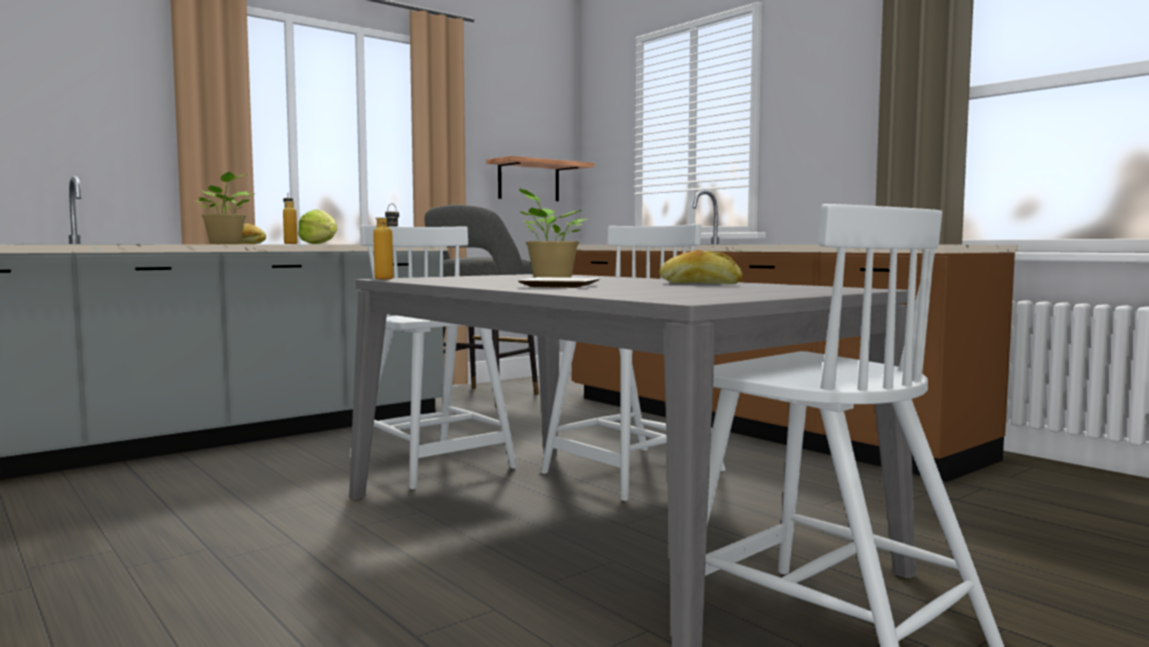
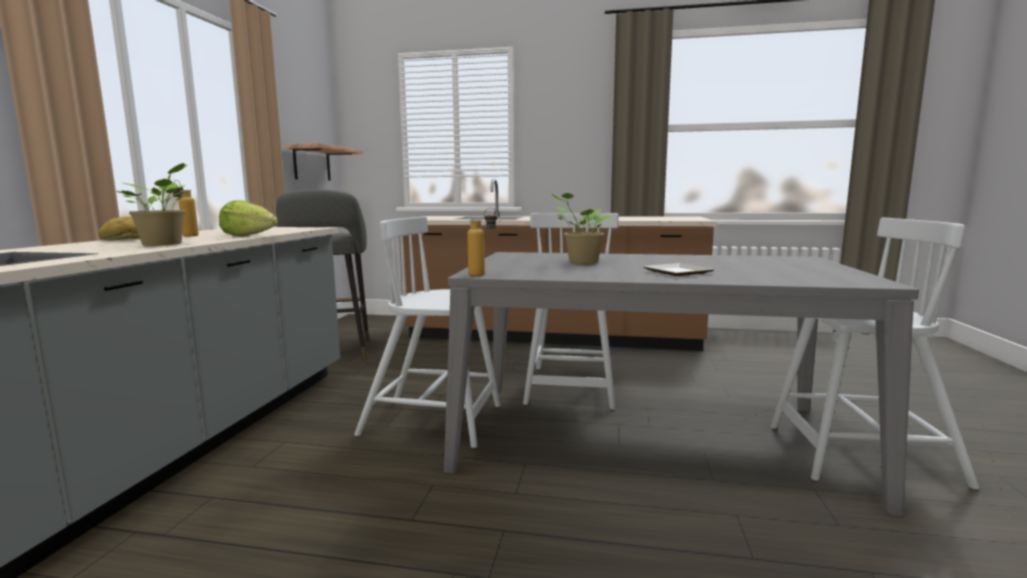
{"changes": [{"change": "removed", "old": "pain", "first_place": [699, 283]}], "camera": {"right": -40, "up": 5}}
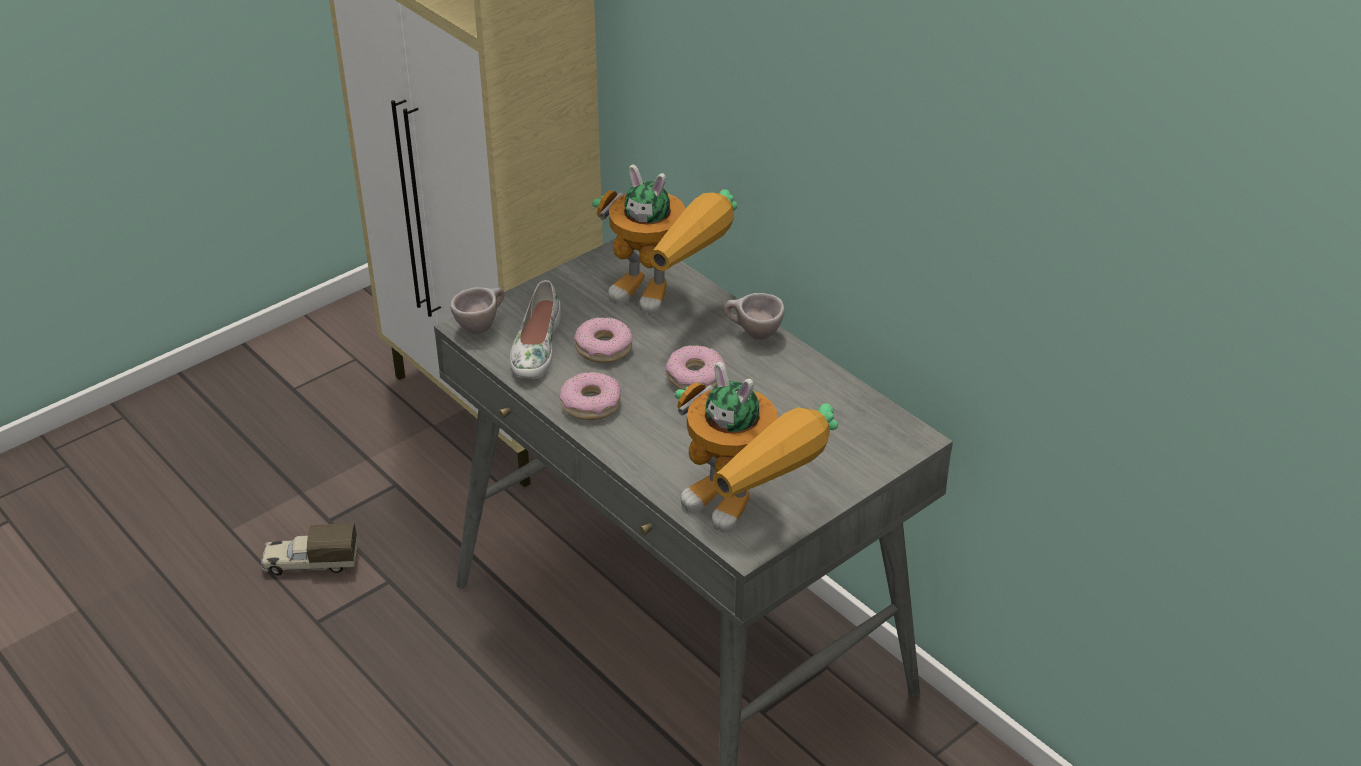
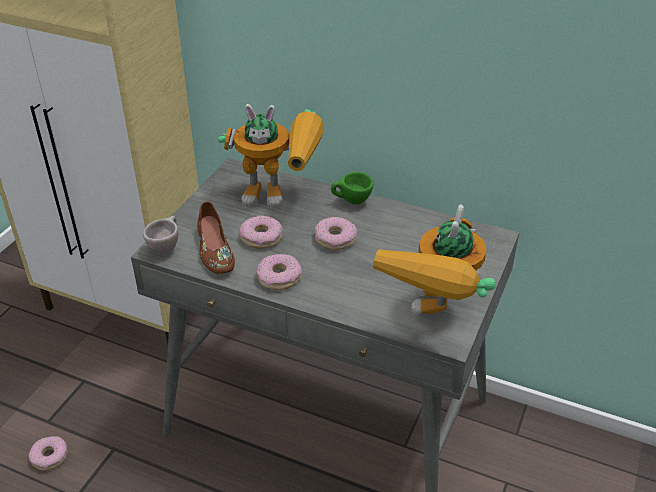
{"changes": [{"change": "recoloured", "old": "chaussure (blanc)", "new": "chaussure (marron)", "first_place": [535, 347], "second_place": [214, 250]}, {"change": "recoloured", "old": "tasse (beige)", "new": "tasse (vert)", "first_place": [752, 334], "second_place": [351, 202]}, {"change": "turned", "old": "robot jouet", "first_place": [747, 515], "second_place": [436, 319], "degrees": 90}, {"change": "replaced", "old": "camion jouet", "new": "beignet", "first_place": [310, 563], "second_place": [49, 456]}], "camera": {"right": -25, "up": 0}}
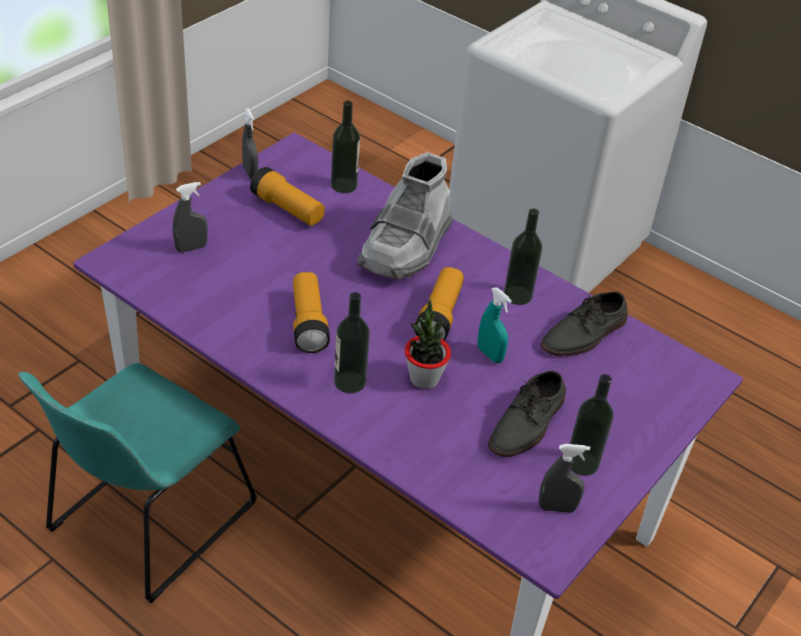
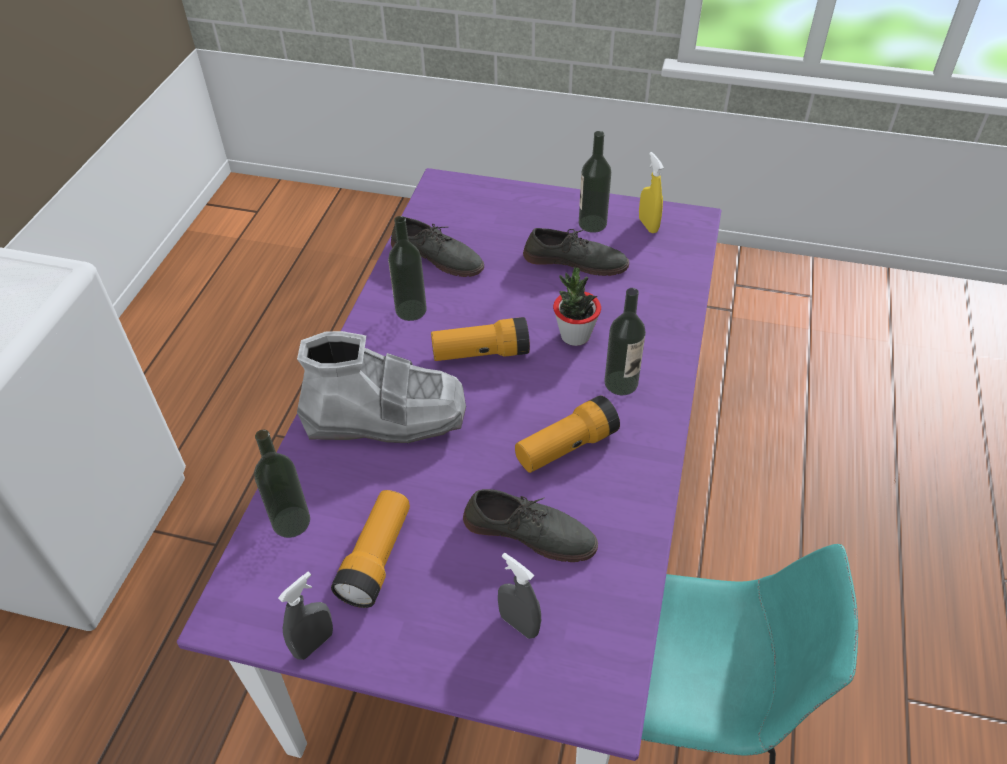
{"changes": [{"change": "removed", "old": "vaporisateur (turquoise)", "first_place": [490, 354]}, {"change": "recoloured", "old": "vaporisateur (gris)", "new": "vaporisateur (jaune)", "first_place": [557, 508], "second_place": [648, 225]}, {"change": "added", "new": "chaussure (gris)", "second_place": [530, 531]}], "camera": {"right": -110, "up": 5}}
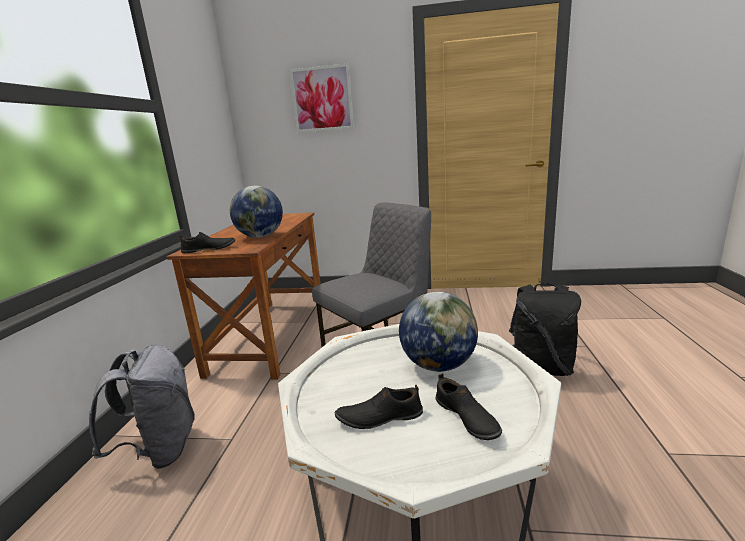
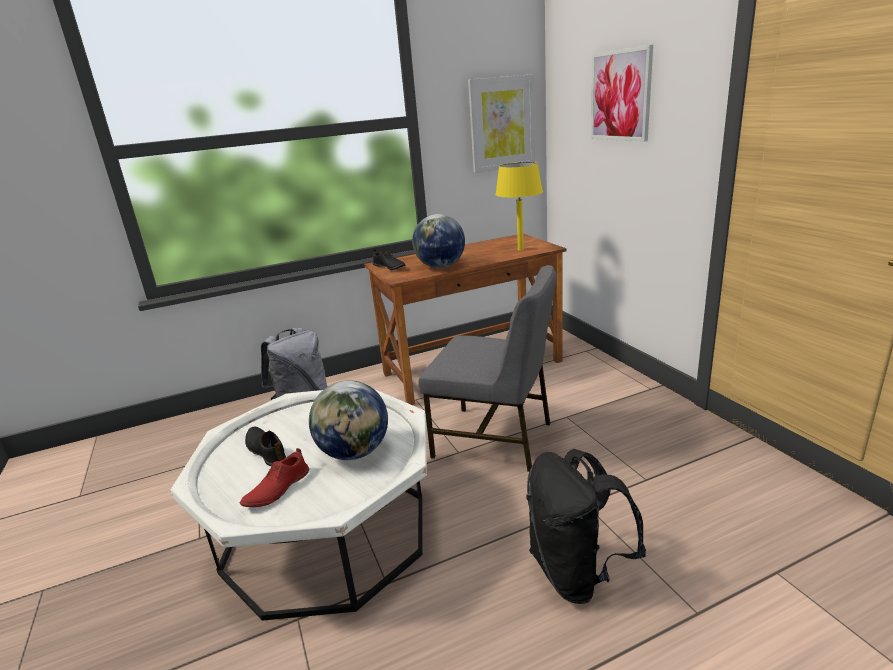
{"changes": [{"change": "recoloured", "old": "chaussure (noir)", "new": "chaussure (rouge)", "first_place": [466, 418], "second_place": [277, 489]}, {"change": "added", "new": "tableau", "second_place": [502, 124]}, {"change": "added", "new": "lampe de table (jaune)", "second_place": [520, 249]}], "camera": {"right": 60, "up": 5}}
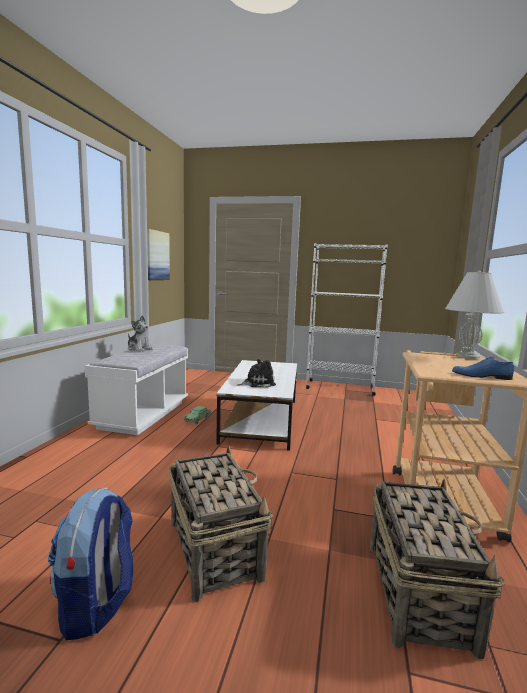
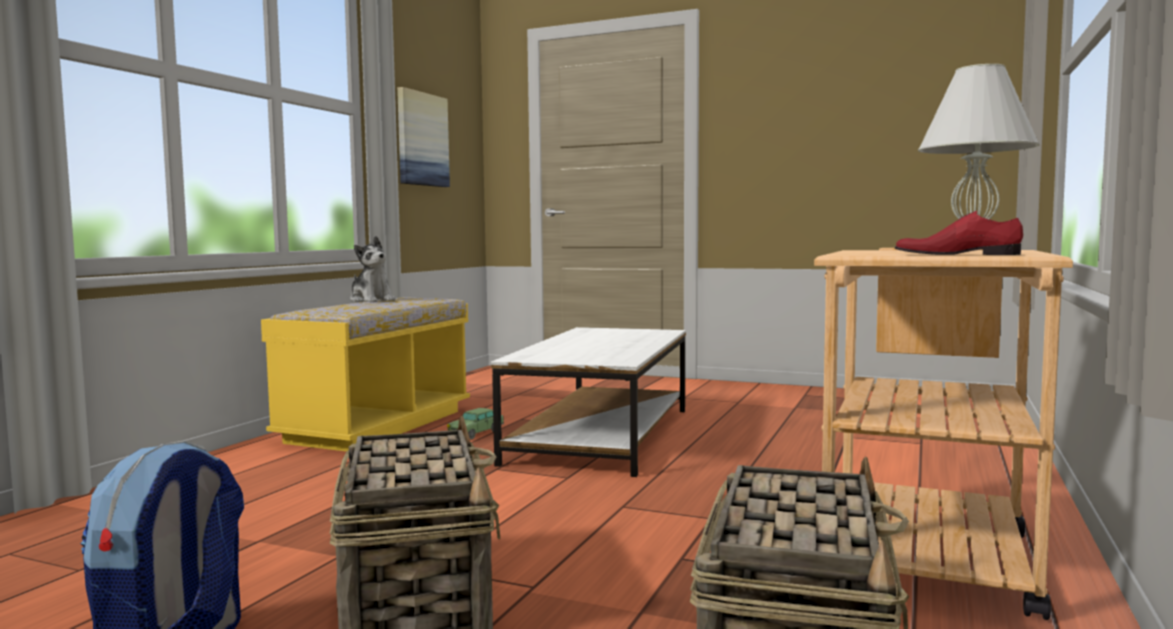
{"changes": [{"change": "removed", "old": "bibliothèque (blanc)", "first_place": [340, 387]}, {"change": "recoloured", "old": "banc (blanc)", "new": "banc (jaune)", "first_place": [143, 415], "second_place": [377, 426]}, {"change": "recoloured", "old": "chaussure (bleu)", "new": "chaussure (rouge)", "first_place": [481, 376], "second_place": [956, 254]}, {"change": "removed", "old": "peluche", "first_place": [257, 383]}], "camera": {"right": 10, "up": -5}}
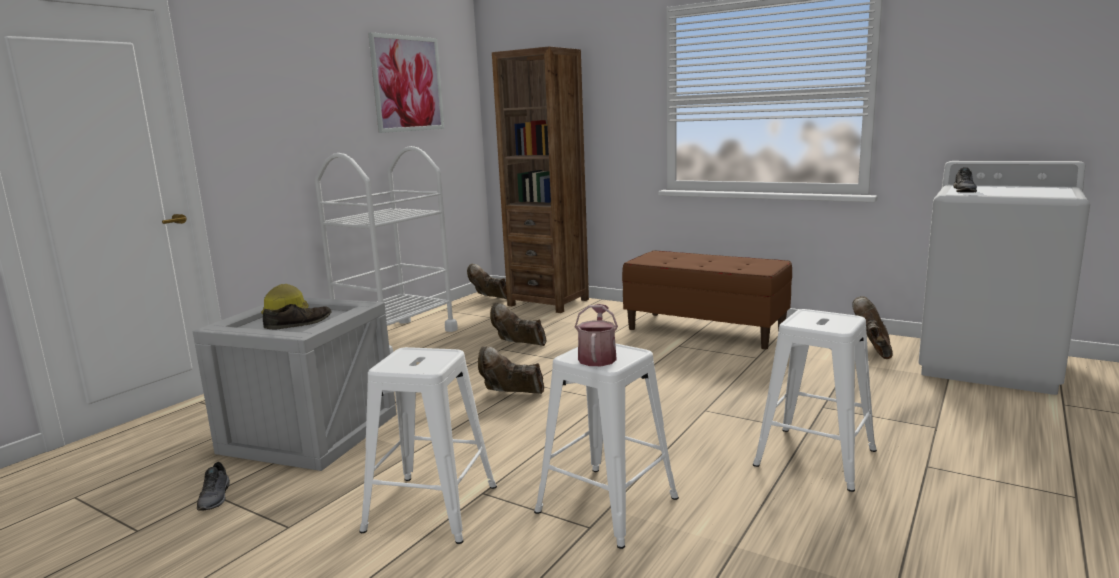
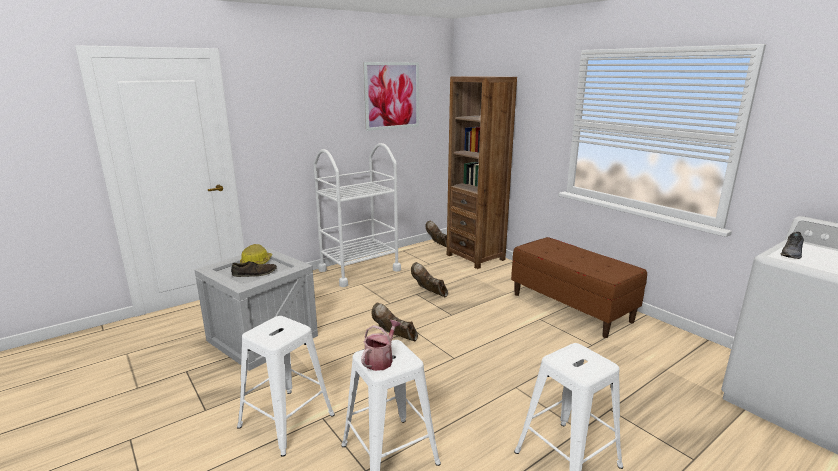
{"changes": [{"change": "removed", "old": "botte (marron)", "first_place": [873, 349]}, {"change": "removed", "old": "chaussure (gris)", "first_place": [215, 497]}], "camera": {"right": 20, "up": 5}}
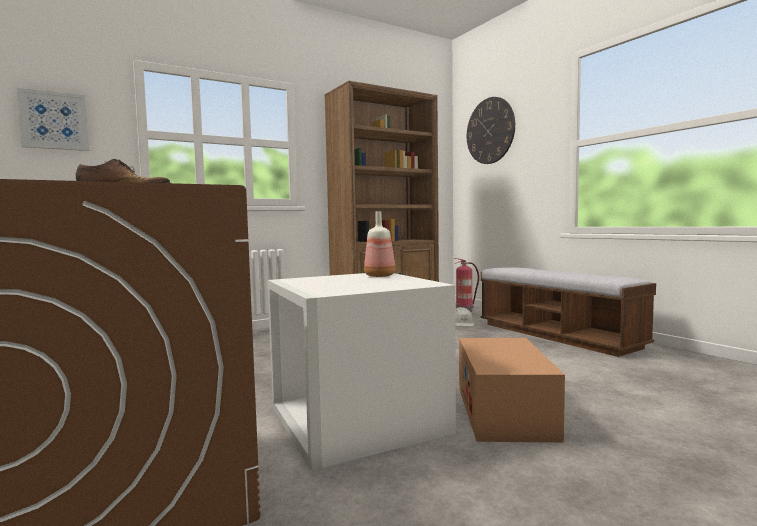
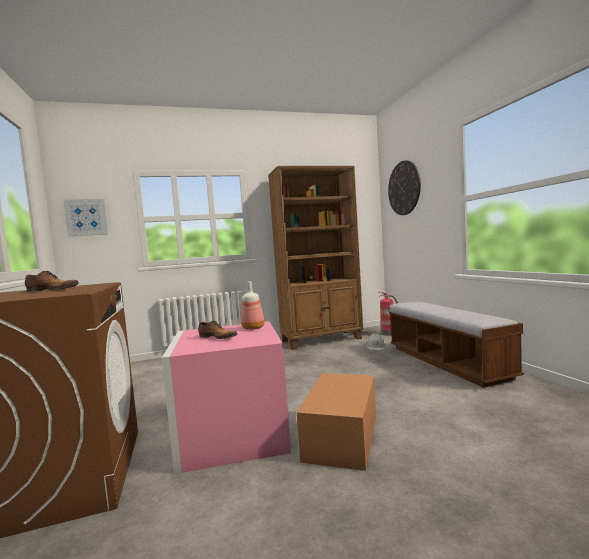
{"changes": [{"change": "recoloured", "old": "boîte de rangement (blanc)", "new": "boîte de rangement (rose)", "first_place": [354, 419], "second_place": [231, 433]}, {"change": "added", "new": "chaussure", "second_place": [217, 337]}], "camera": {"right": 15, "up": 0}}
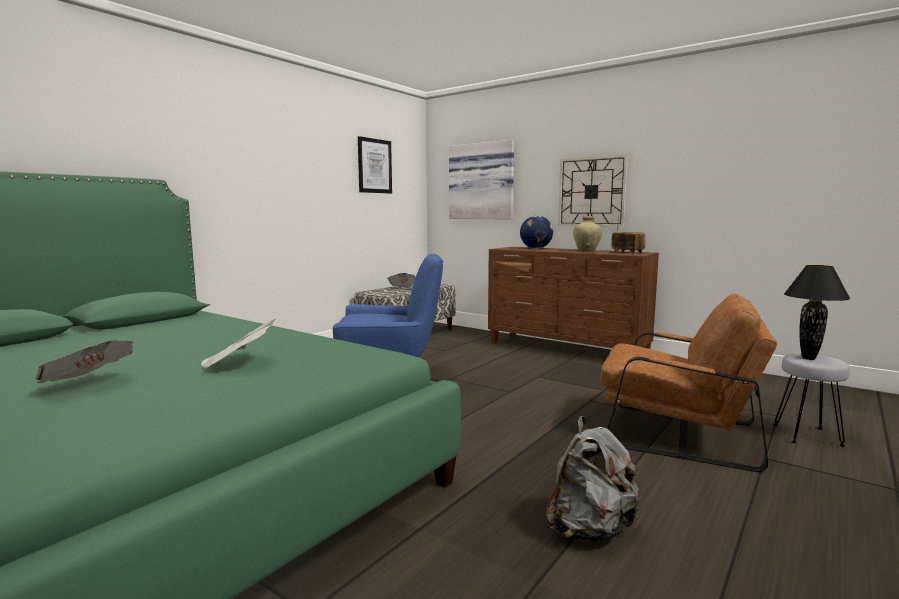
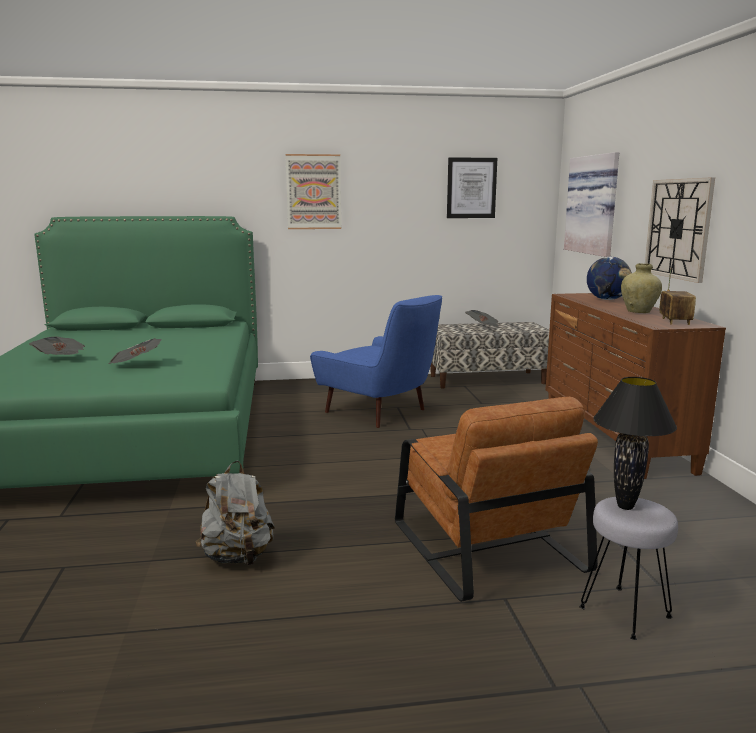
{"changes": [{"change": "added", "new": "tableau", "second_place": [313, 192]}], "camera": {"right": 45, "up": 5}}
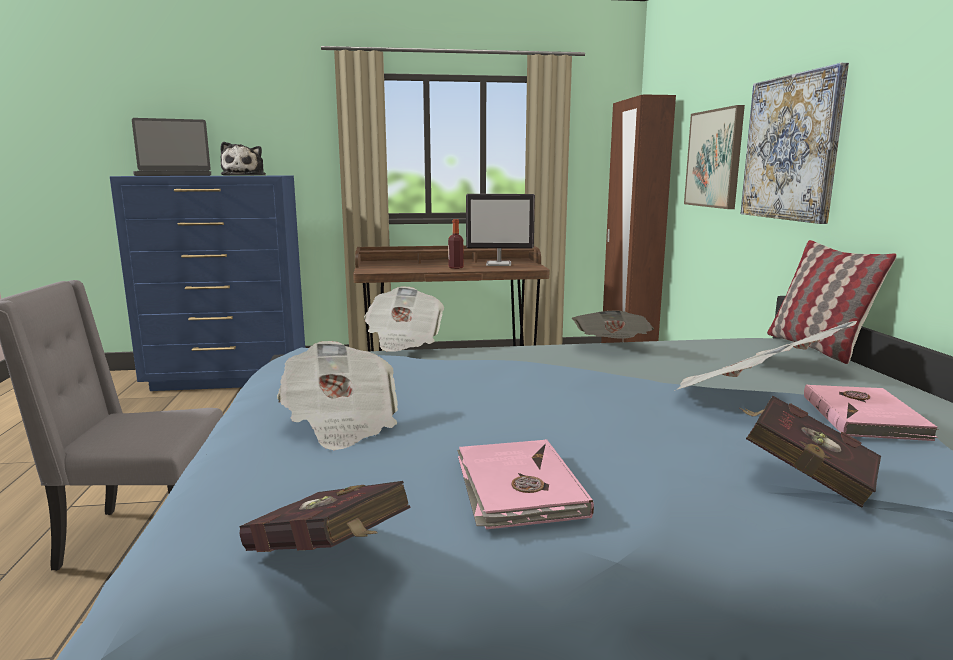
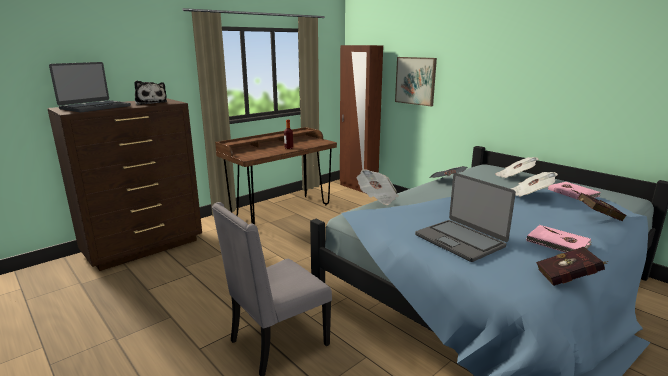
{"changes": [{"change": "removed", "old": "tableau", "first_place": [791, 148]}, {"change": "recoloured", "old": "commode (bleu)", "new": "commode (marron)", "first_place": [229, 378], "second_place": [144, 247]}, {"change": "removed", "old": "écran d'ordinateur", "first_place": [499, 264]}, {"change": "removed", "old": "coussin", "first_place": [816, 347]}, {"change": "replaced", "old": "journal", "new": "ordinateur portable", "first_place": [341, 424], "second_place": [460, 240]}], "camera": {"right": -35, "up": 5}}
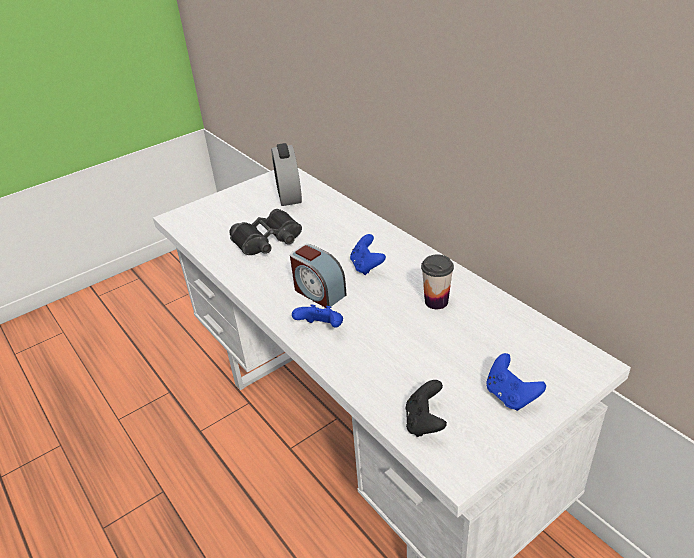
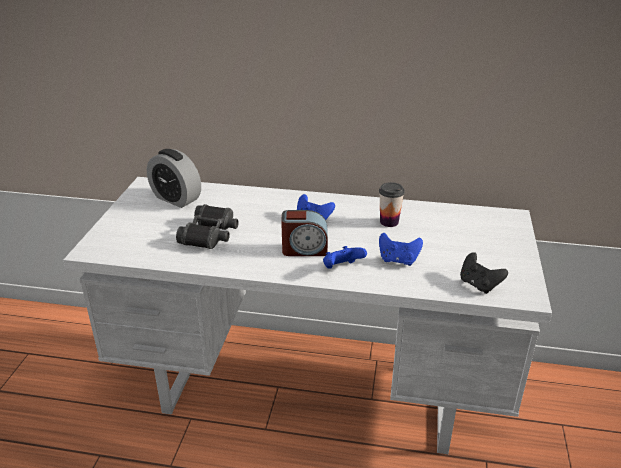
{"changes": [{"change": "moved", "old": "manette (bleu)", "first_place": [510, 396], "second_place": [398, 260]}], "camera": {"right": -45, "up": -5}}
